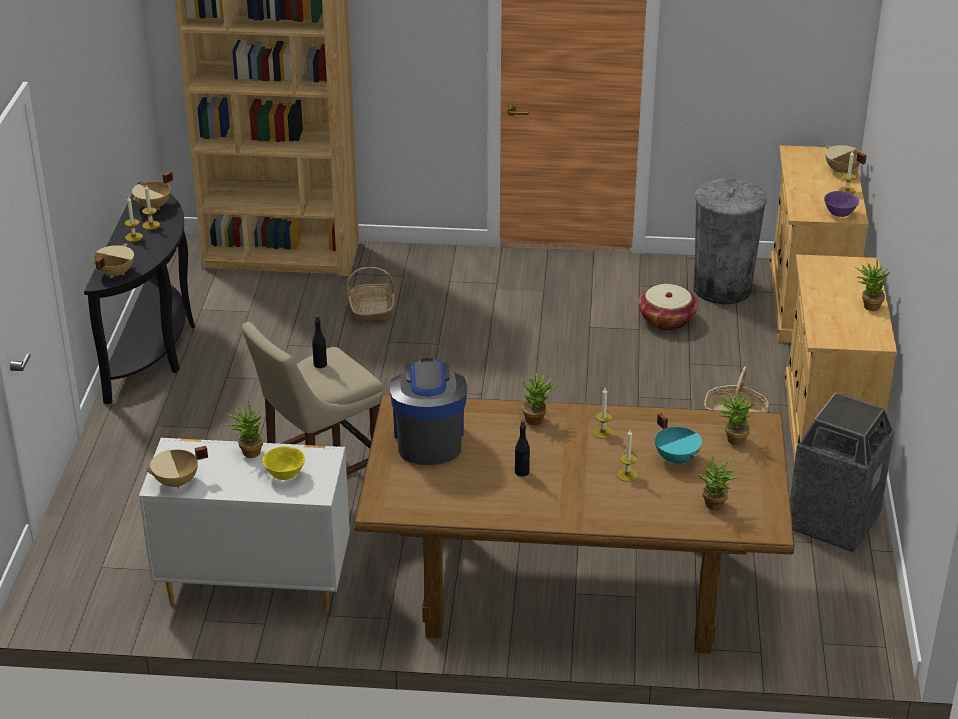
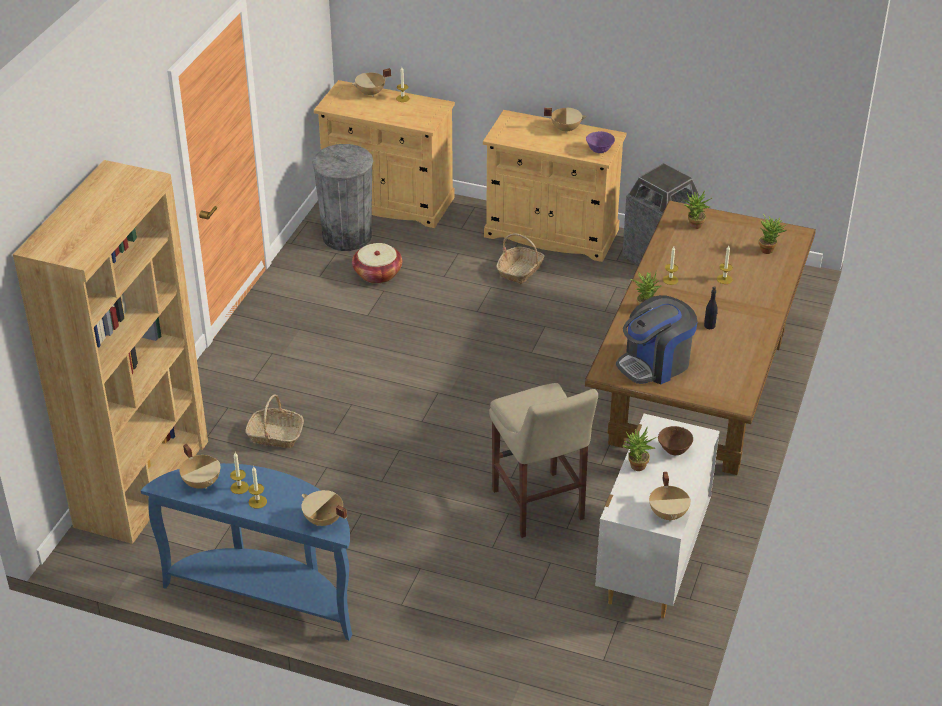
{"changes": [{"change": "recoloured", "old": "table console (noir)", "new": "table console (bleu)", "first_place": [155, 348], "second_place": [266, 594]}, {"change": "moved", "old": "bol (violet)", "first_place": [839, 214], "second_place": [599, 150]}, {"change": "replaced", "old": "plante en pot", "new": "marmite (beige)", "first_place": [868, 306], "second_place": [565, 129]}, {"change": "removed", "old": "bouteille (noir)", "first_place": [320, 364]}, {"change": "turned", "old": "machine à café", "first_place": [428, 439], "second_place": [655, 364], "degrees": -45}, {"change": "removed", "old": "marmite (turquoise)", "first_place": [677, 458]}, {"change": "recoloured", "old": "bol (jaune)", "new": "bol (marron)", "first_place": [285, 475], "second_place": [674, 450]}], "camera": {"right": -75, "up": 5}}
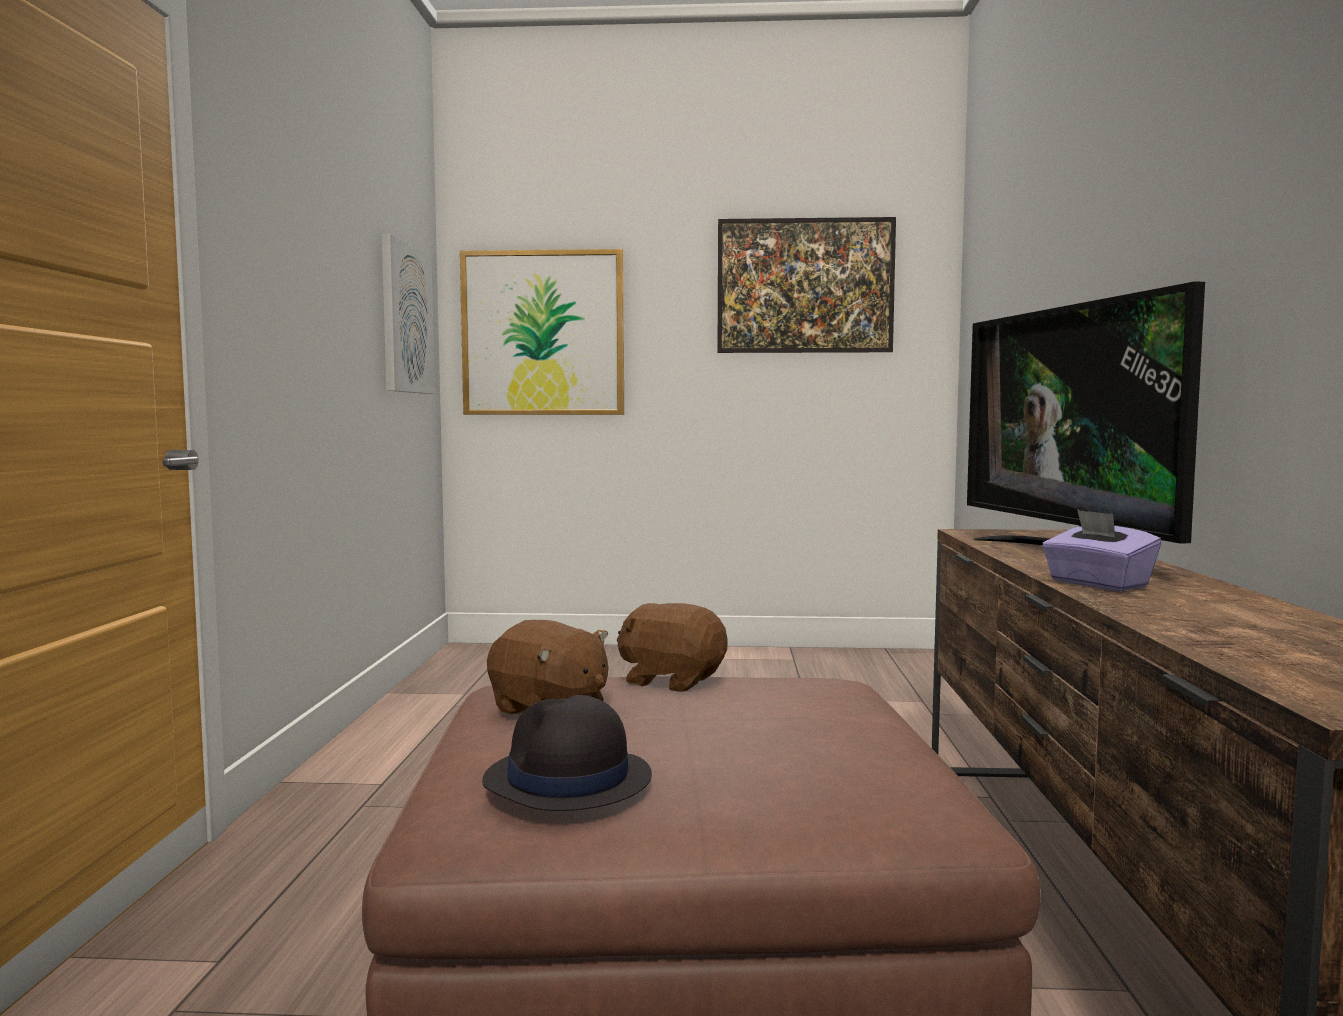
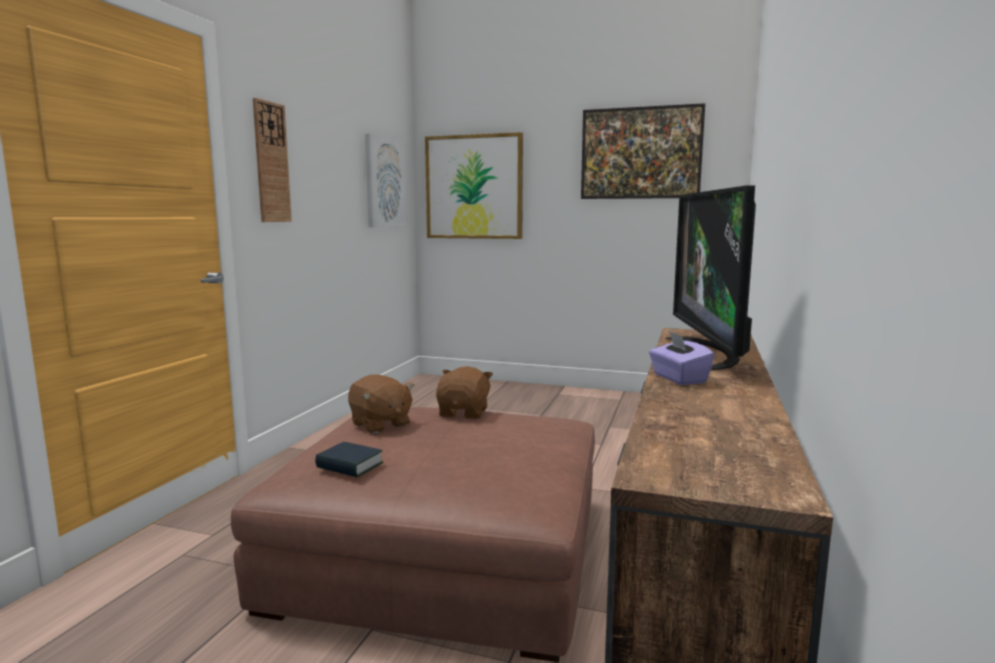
{"changes": [{"change": "turned", "old": "peluche (marron)", "first_place": [672, 680], "second_place": [464, 413], "degrees": 60}, {"change": "replaced", "old": "chapeau (noir)", "new": "livre", "first_place": [567, 780], "second_place": [349, 466]}, {"change": "added", "new": "horloge murale", "second_place": [271, 163]}], "camera": {"right": 15, "up": 5}}
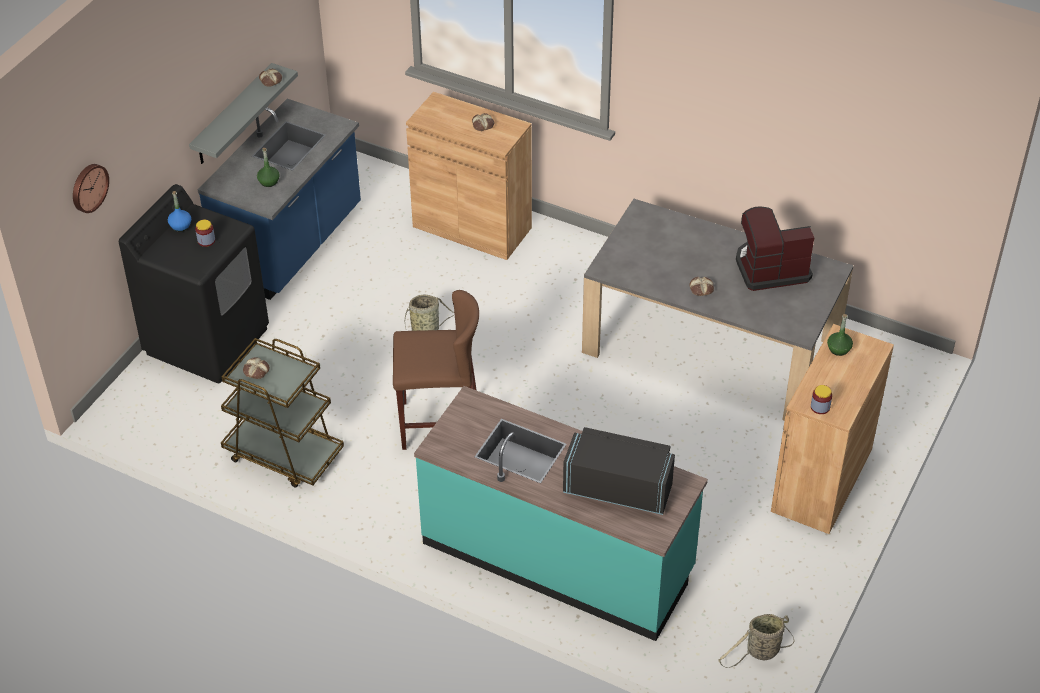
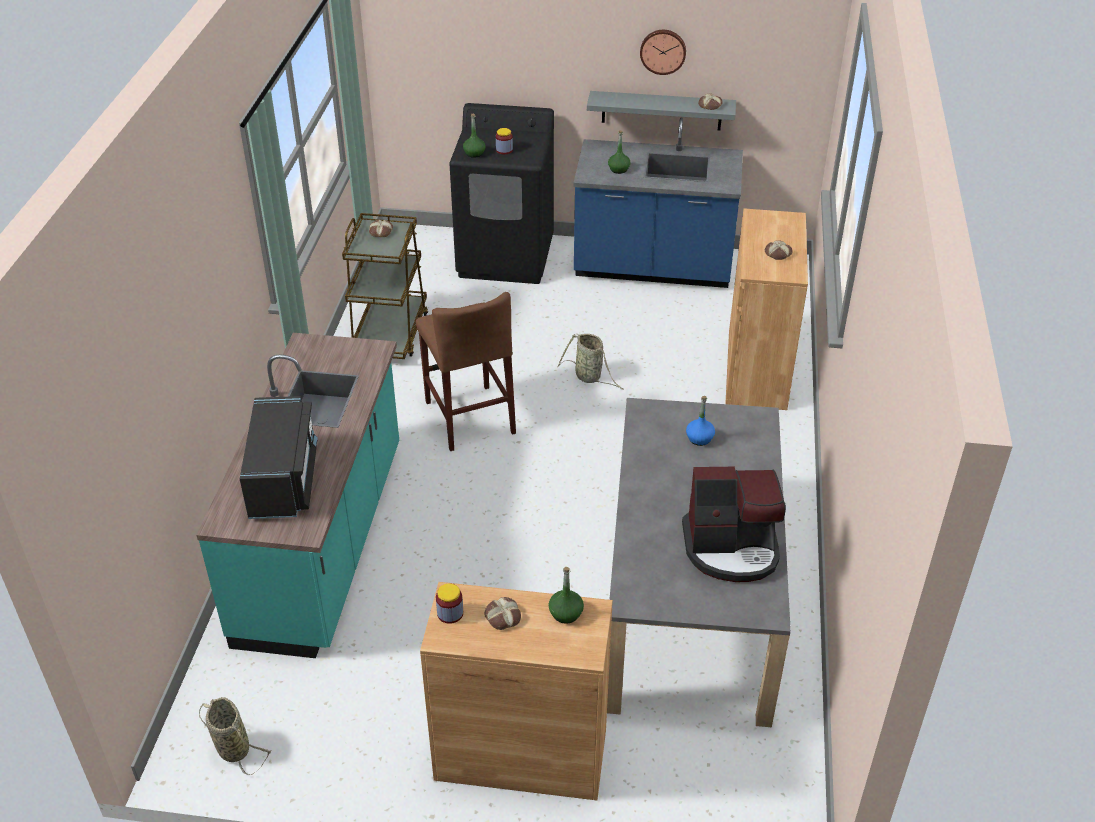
{"changes": [{"change": "moved", "old": "horloge murale", "first_place": [88, 187], "second_place": [663, 51]}, {"change": "moved", "old": "bouteille (bleu)", "first_place": [180, 226], "second_place": [699, 438]}, {"change": "turned", "old": "machine à café", "first_place": [770, 268], "second_place": [731, 549], "degrees": 120}, {"change": "moved", "old": "pain", "first_place": [701, 289], "second_place": [502, 617]}, {"change": "added", "new": "bouteille (vert)", "second_place": [474, 153]}], "camera": {"right": 70, "up": -5}}
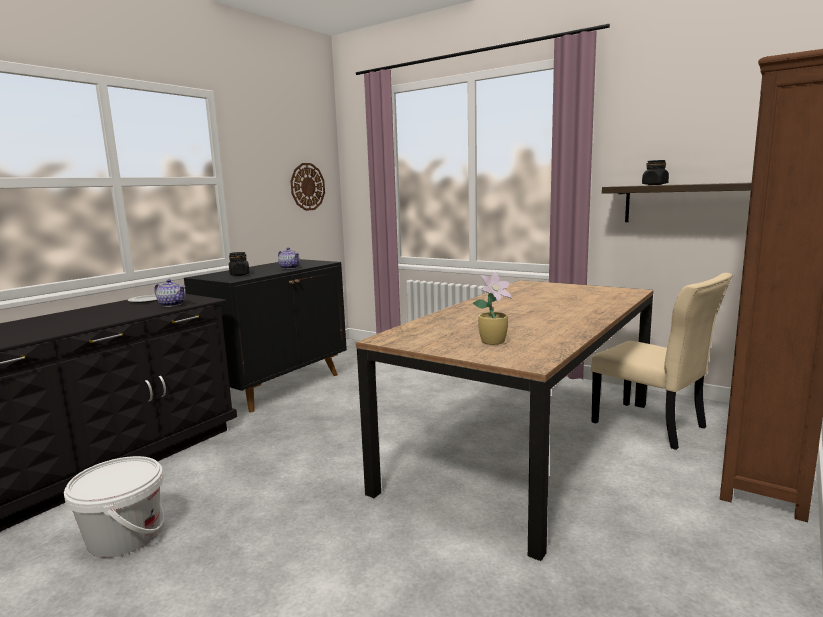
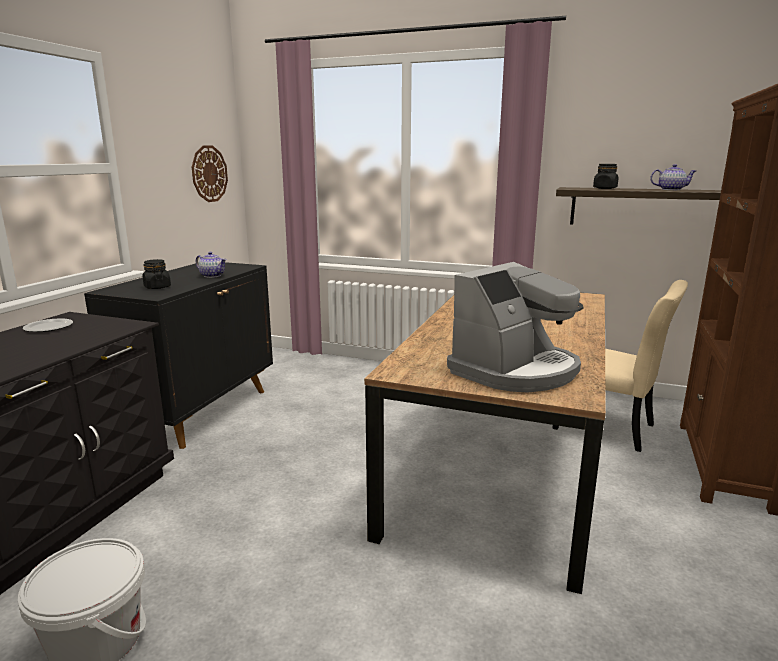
{"changes": [{"change": "replaced", "old": "plante en pot", "new": "machine à café", "first_place": [494, 342], "second_place": [515, 370]}, {"change": "moved", "old": "théière", "first_place": [172, 304], "second_place": [670, 189]}], "camera": {"right": -15, "up": 5}}
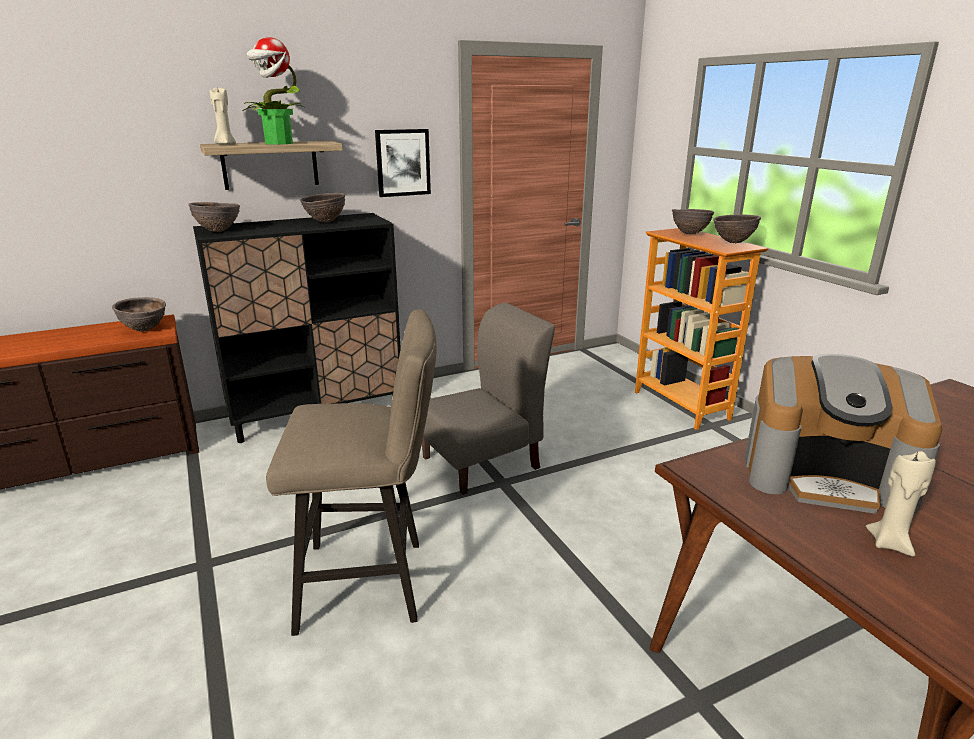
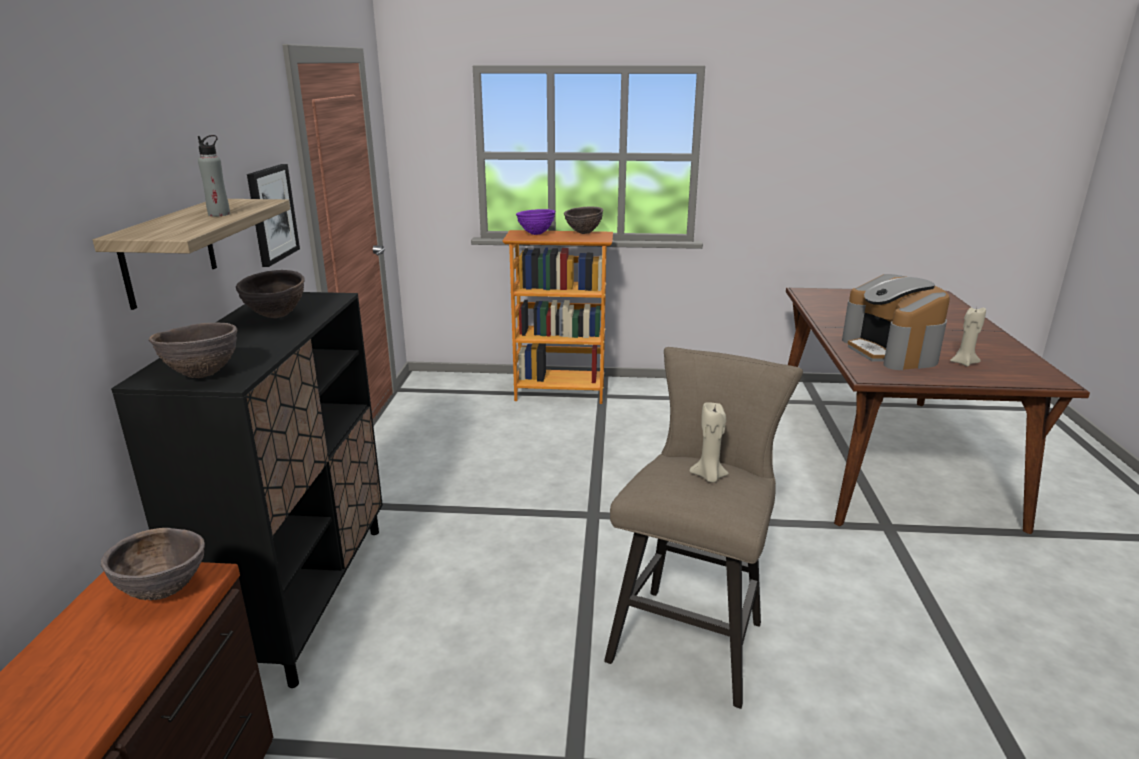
{"changes": [{"change": "replaced", "old": "plante en pot", "new": "bouteille (gris)", "first_place": [278, 143], "second_place": [219, 214]}, {"change": "moved", "old": "bougie (beige)", "first_place": [225, 144], "second_place": [709, 477]}, {"change": "recoloured", "old": "bol (marron)", "new": "bol (violet)", "first_place": [690, 234], "second_place": [536, 234]}, {"change": "removed", "old": "chaise (gris)", "first_place": [482, 462]}, {"change": "turned", "old": "machine à café", "first_place": [826, 476], "second_place": [891, 351], "degrees": 120}], "camera": {"right": -60, "up": 0}}
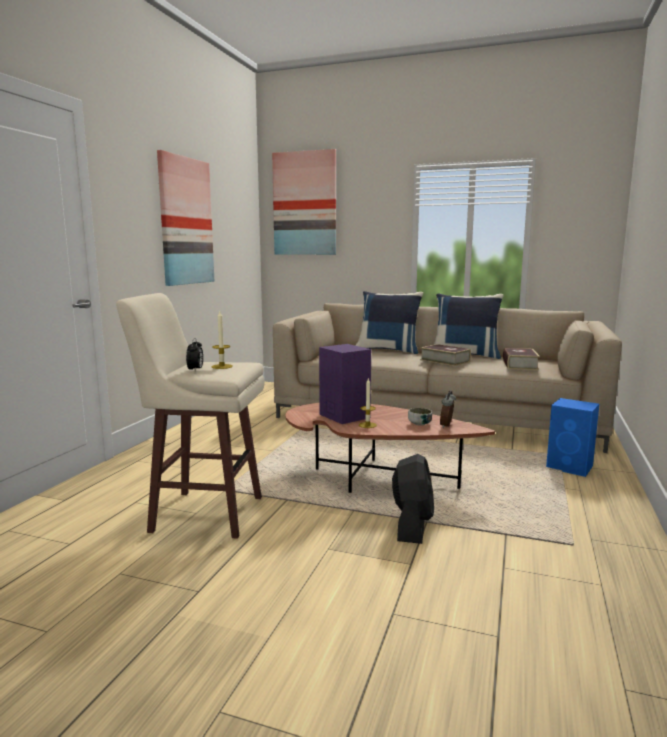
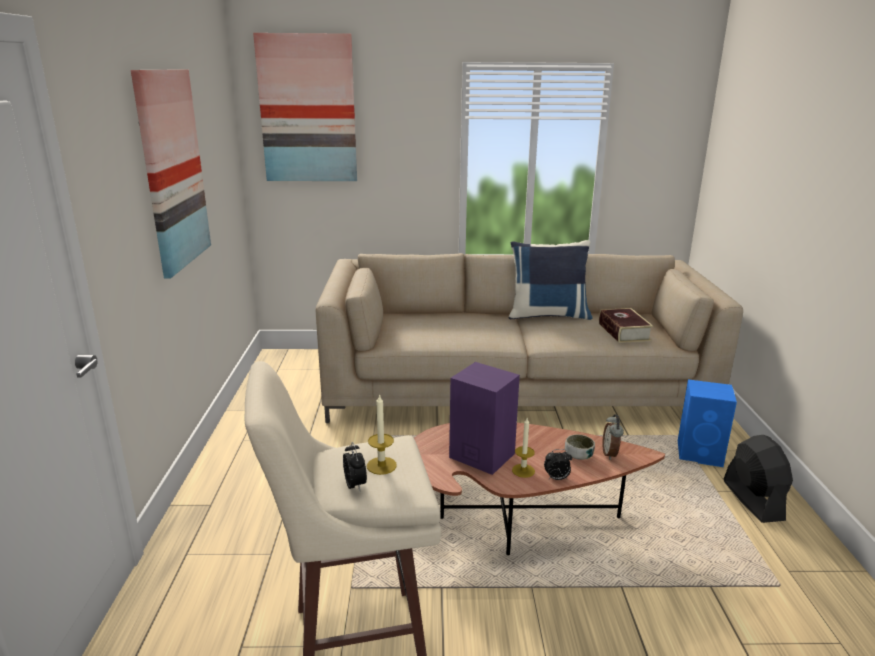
{"changes": [{"change": "removed", "old": "coussin (bleu)", "first_place": [388, 350]}, {"change": "removed", "old": "livre", "first_place": [445, 361]}, {"change": "moved", "old": "ventilateur (noir)", "first_place": [412, 525], "second_place": [752, 500]}, {"change": "added", "new": "réveil", "second_place": [556, 478]}], "camera": {"right": -20, "up": 10}}
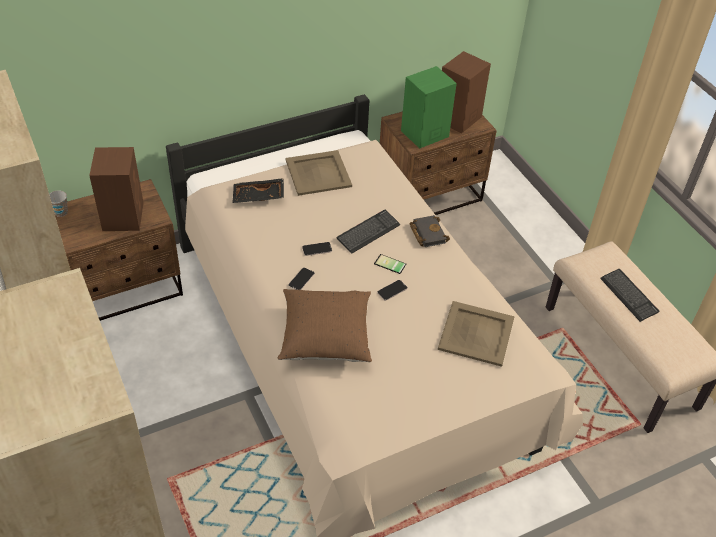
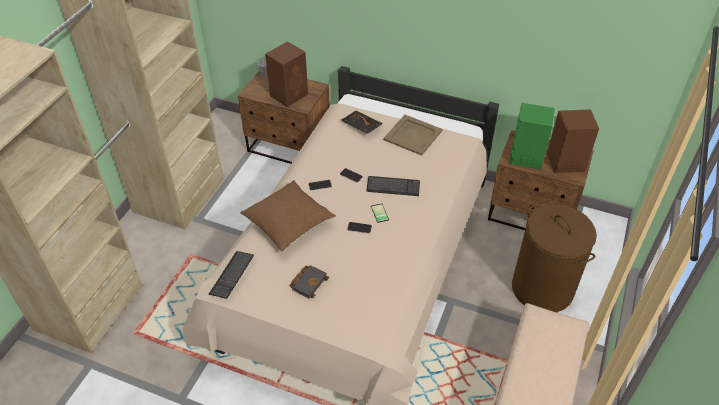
{"changes": [{"change": "moved", "old": "livre (noir)", "first_place": [427, 233], "second_place": [309, 282]}, {"change": "moved", "old": "clavier", "first_place": [628, 296], "second_place": [232, 275]}, {"change": "removed", "old": "plateau (beige)", "first_place": [476, 334]}, {"change": "added", "new": "panier à linge (marron)", "second_place": [542, 288]}], "camera": {"right": 50, "up": 0}}
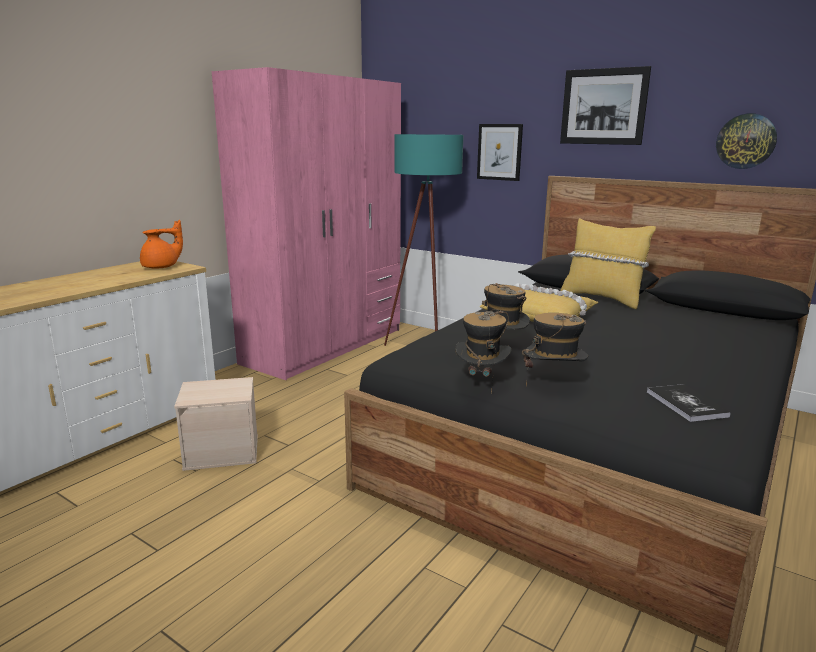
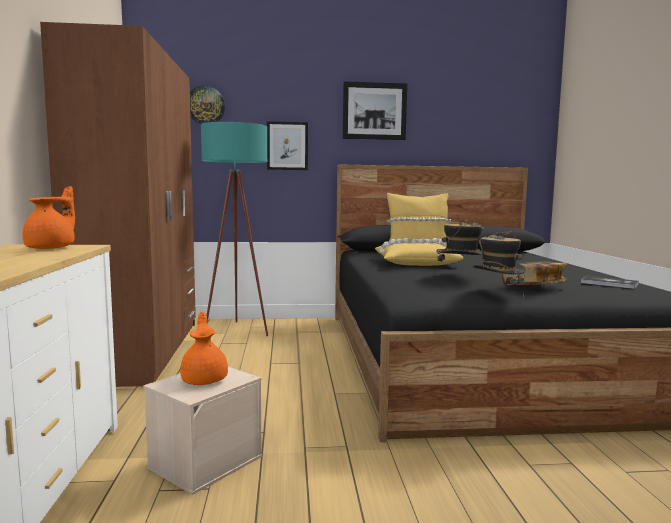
{"changes": [{"change": "recoloured", "old": "armoire (rose)", "new": "armoire (marron)", "first_place": [325, 345], "second_place": [142, 350]}, {"change": "moved", "old": "horloge murale", "first_place": [746, 141], "second_place": [205, 105]}, {"change": "replaced", "old": "chapeau", "new": "livre", "first_place": [553, 382], "second_place": [533, 287]}, {"change": "added", "new": "théière (orange)", "second_place": [205, 379]}], "camera": {"right": -40, "up": -10}}
